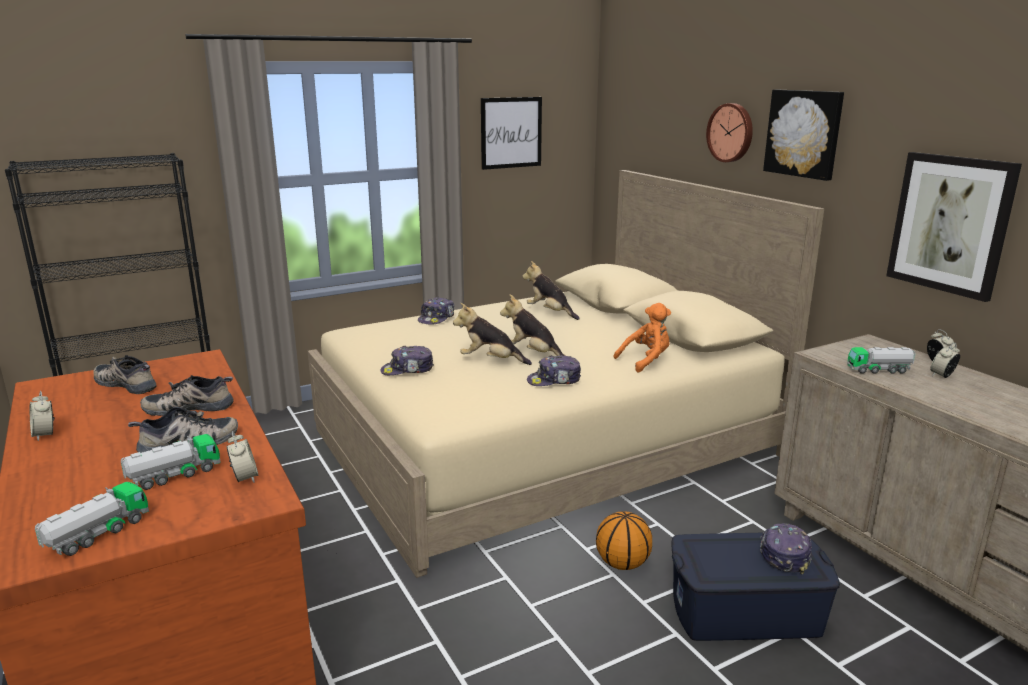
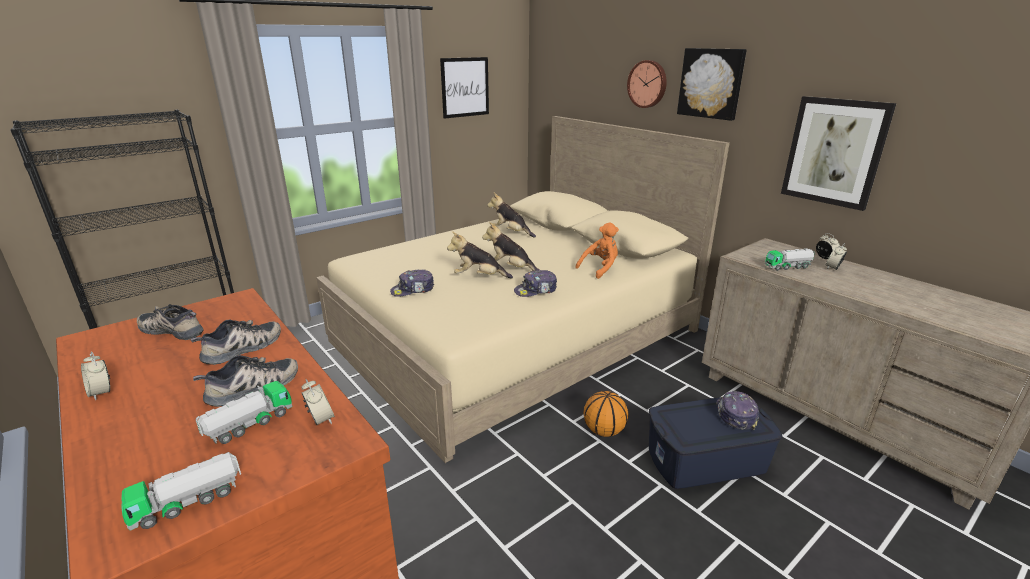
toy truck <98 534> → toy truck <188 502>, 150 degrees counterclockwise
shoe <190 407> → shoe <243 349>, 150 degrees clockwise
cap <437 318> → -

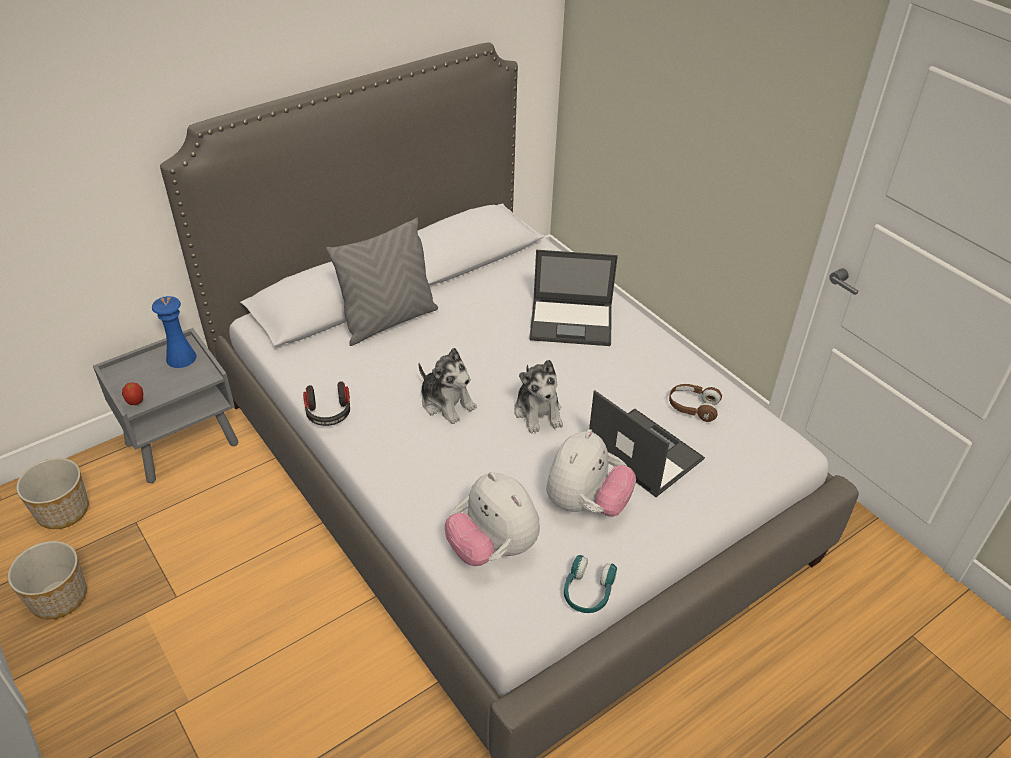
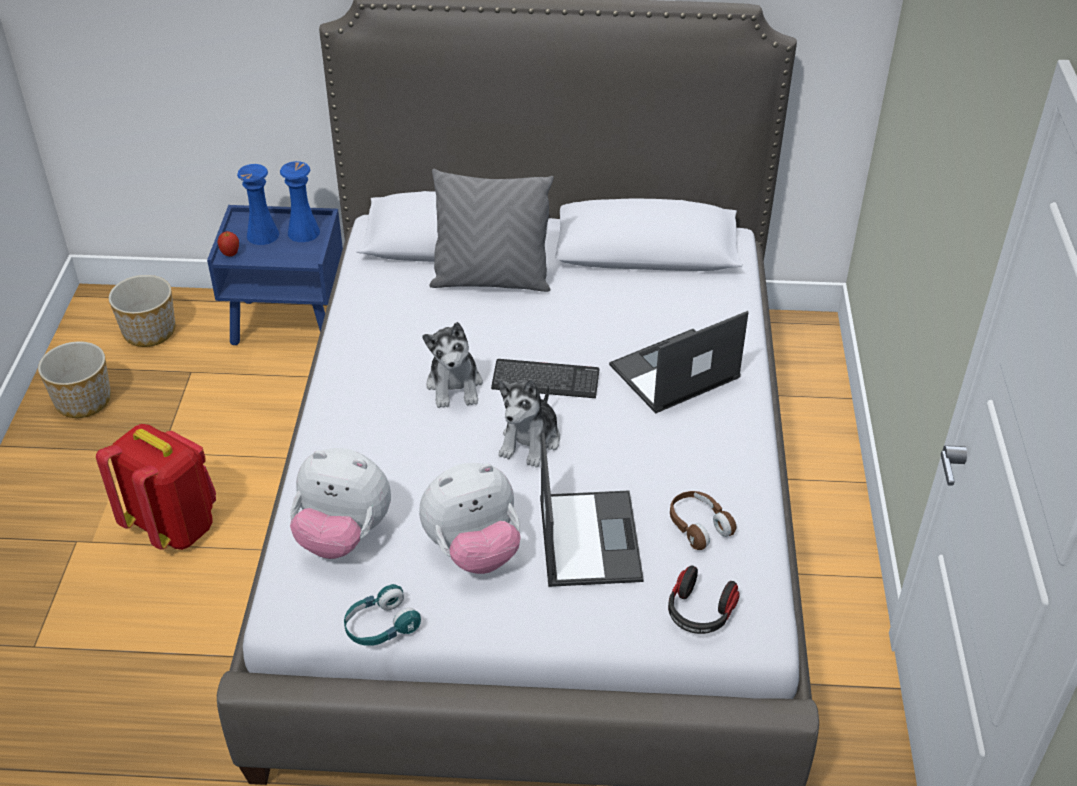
- → red backpack <173 526>
grey nightstand <183 443> → blue nightstand <290 323>
- → blue vase <263 235>
plush toy <492 548> → plush toy <343 535>, 75 degrees counterclockwise
- → keyboard <545 381>
laptop <572 322> → laptop <673 372>, 105 degrees clockwise
headphones <328 413> → headphones <699 613>, move

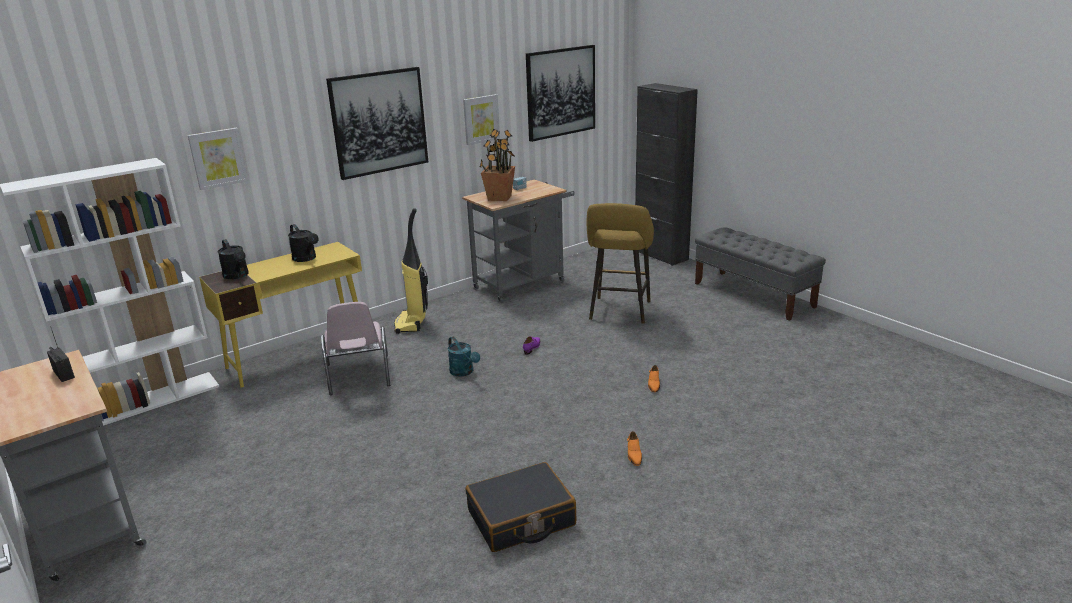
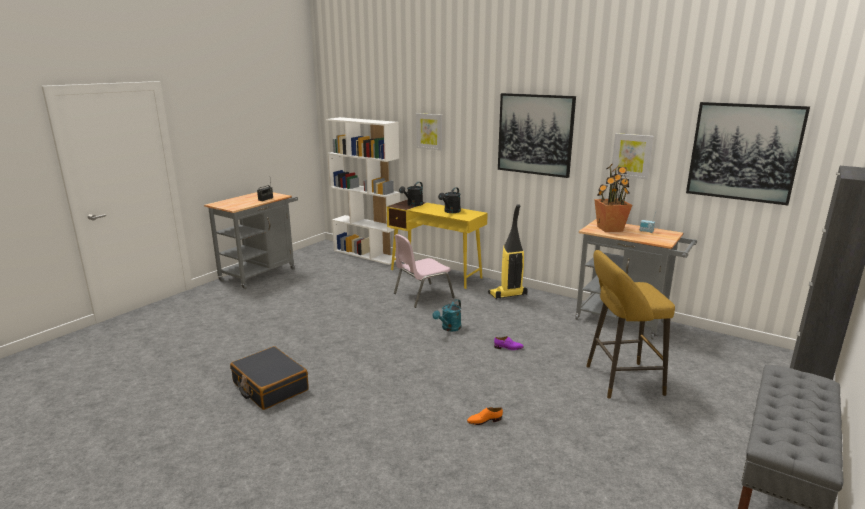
orange shoe <634 455> → -

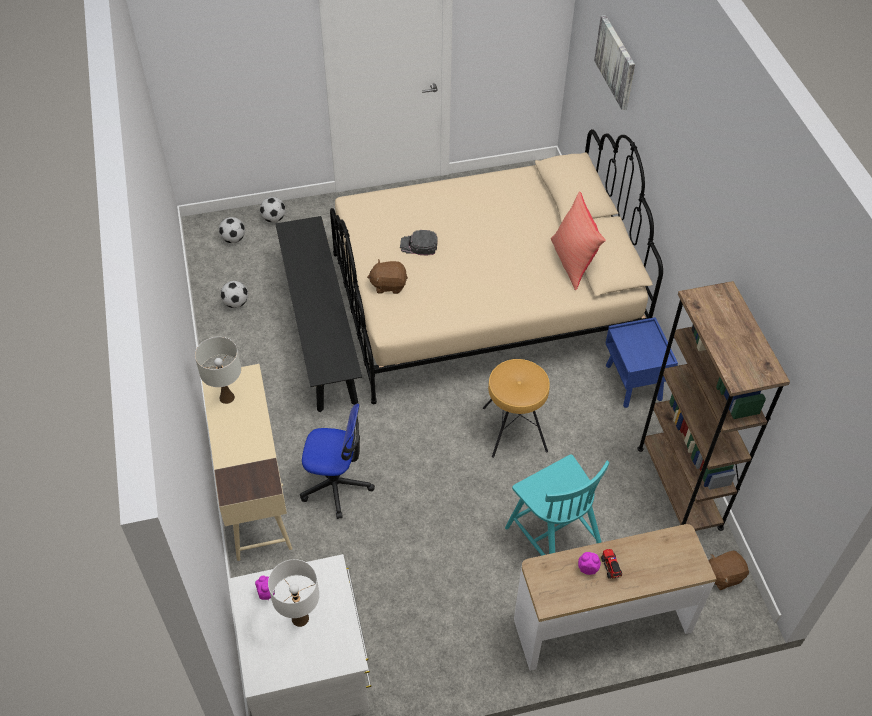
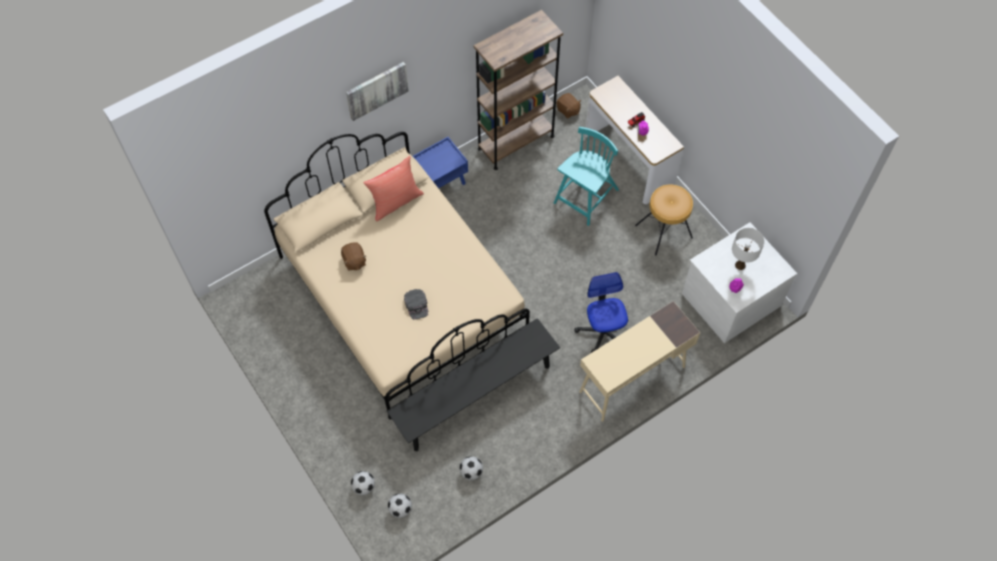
brown plush toy <388 285> → brown plush toy <354 261>, move
picture <616 62> → picture <377 90>, move
brown stool <514 429> → brown stool <664 231>, move
white table lamp <226 397> → -

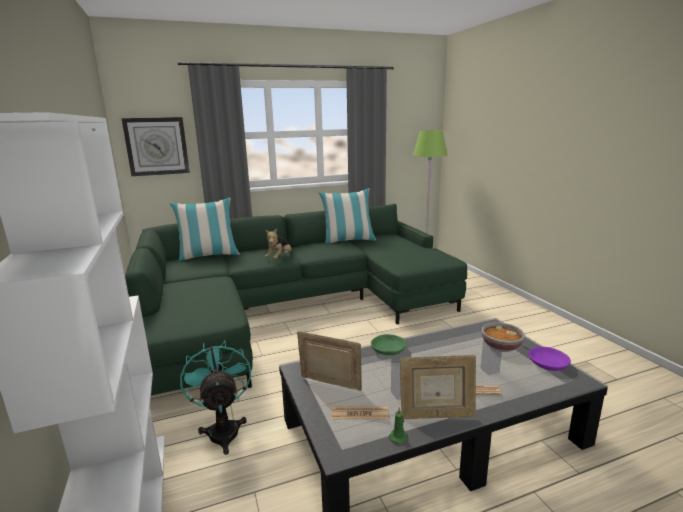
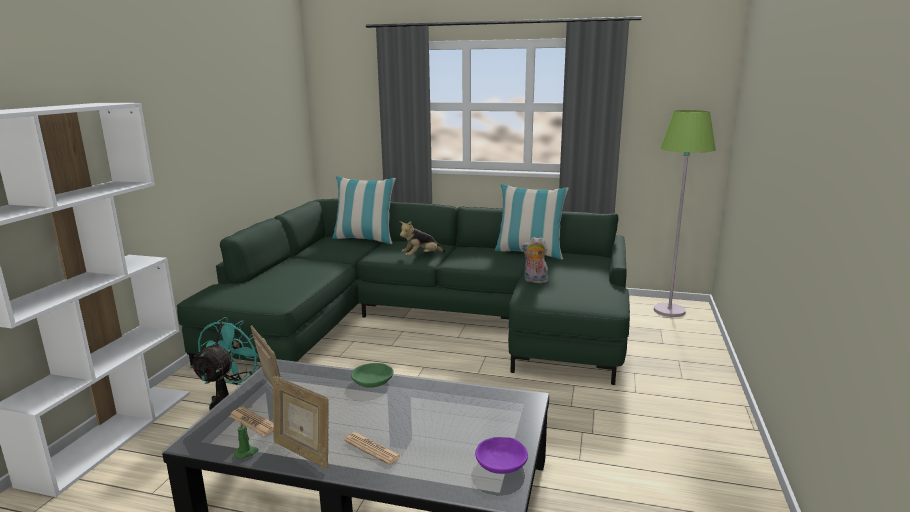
- → plush toy <534 281>
wall clock <157 146> → -
bowl <500 347> → -

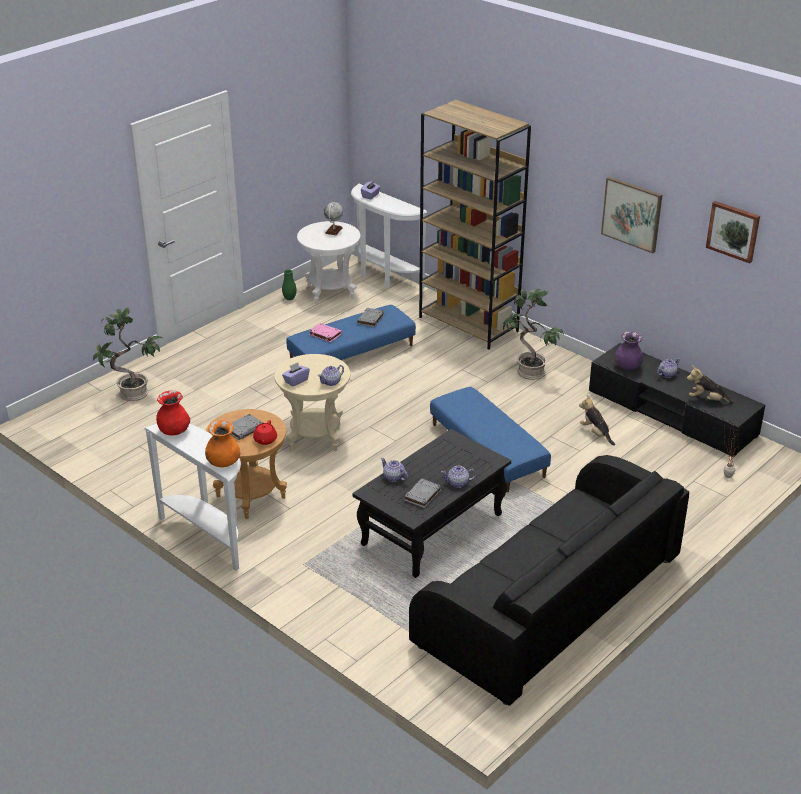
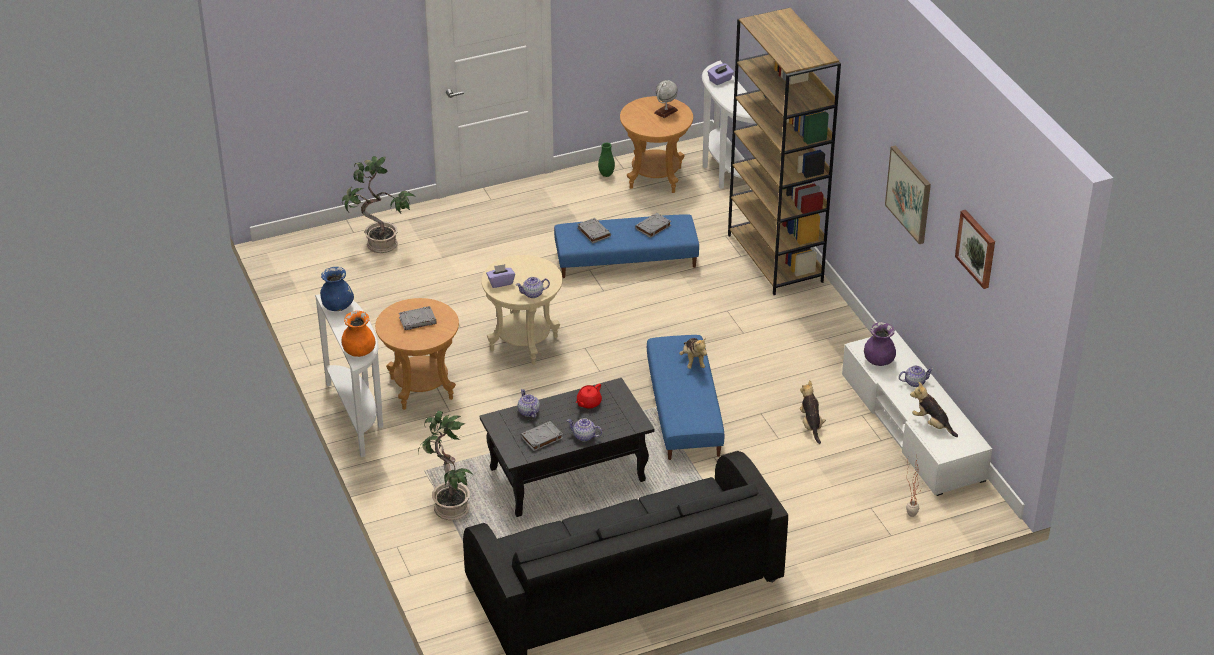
red vase <174 431> → blue vase <337 306>
potted plant <529 372> → potted plant <449 508>, move
red teapot <265 440> → red teapot <588 403>, move
pink book <325 334> → grey book <593 232>
white side table <330 292> → brown side table <655 178>
- → plush toy <693 361>
black tv stand <671 413> → white tv stand <912 427>

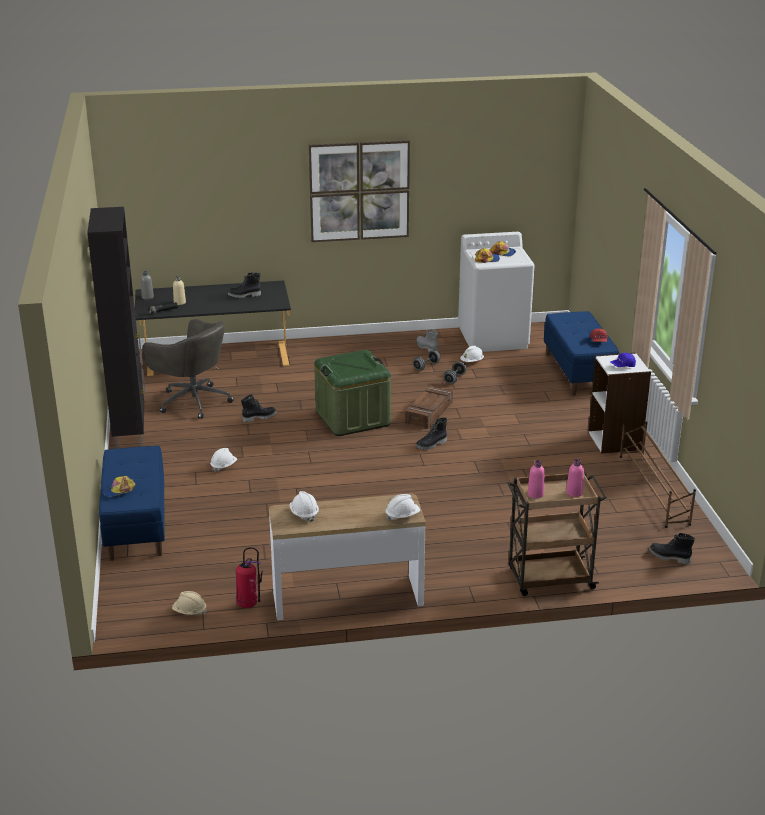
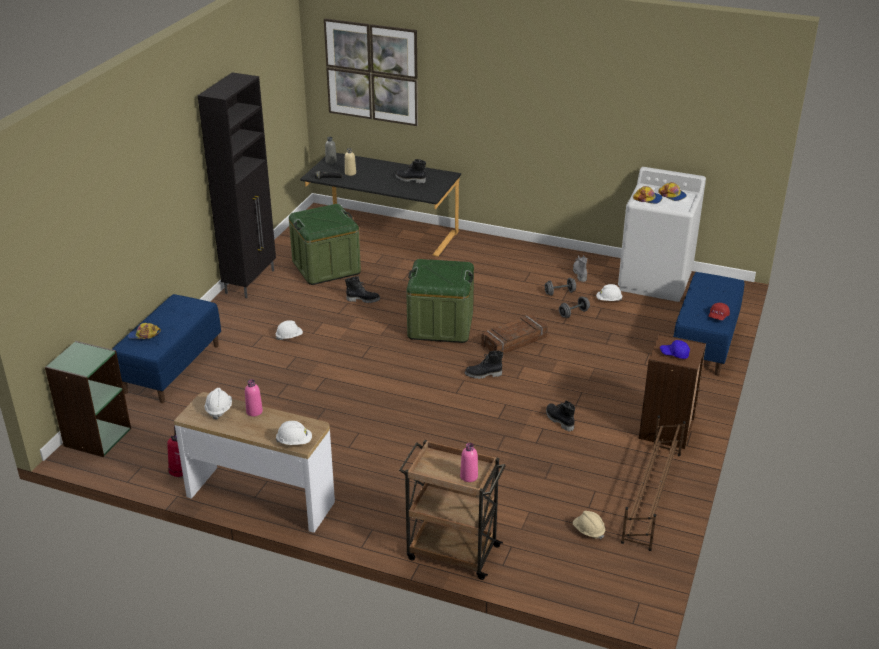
- → green bookcase <97 437>
pink bottle <535 494> → pink bottle <254 411>, move
grey office chair <192 401> → green storage box <326 267>
picture <359 191> → picture <372 72>, move
black boot <669 557> → black boot <559 420>, move
beige hard hat <189 612> → beige hard hat <588 531>, move
white bookcase <615 441> → brown bookcase <667 430>

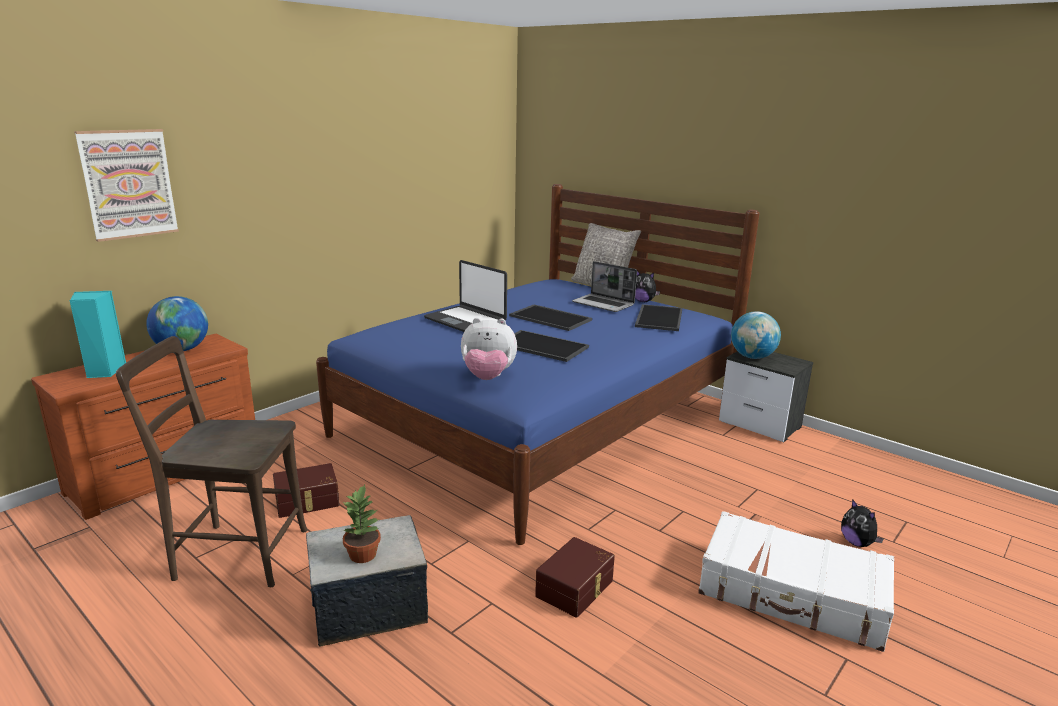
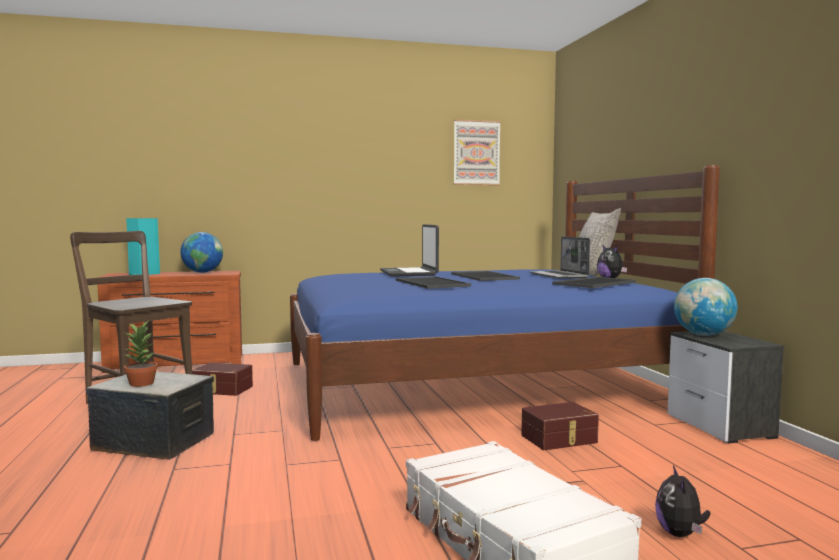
picture <128 184> → picture <476 153>, move
brown storage box <576 589> → brown storage box <560 439>, move
plush toy <488 377> → -

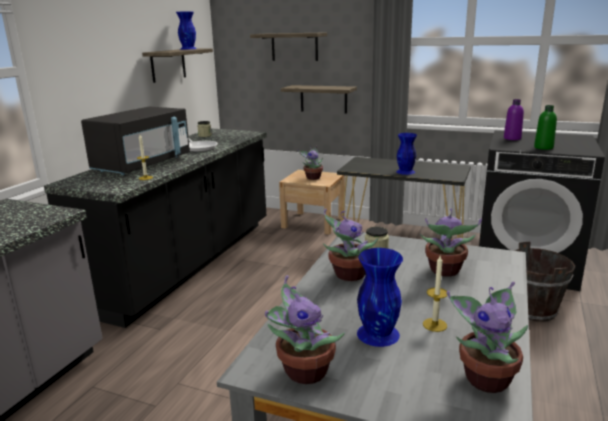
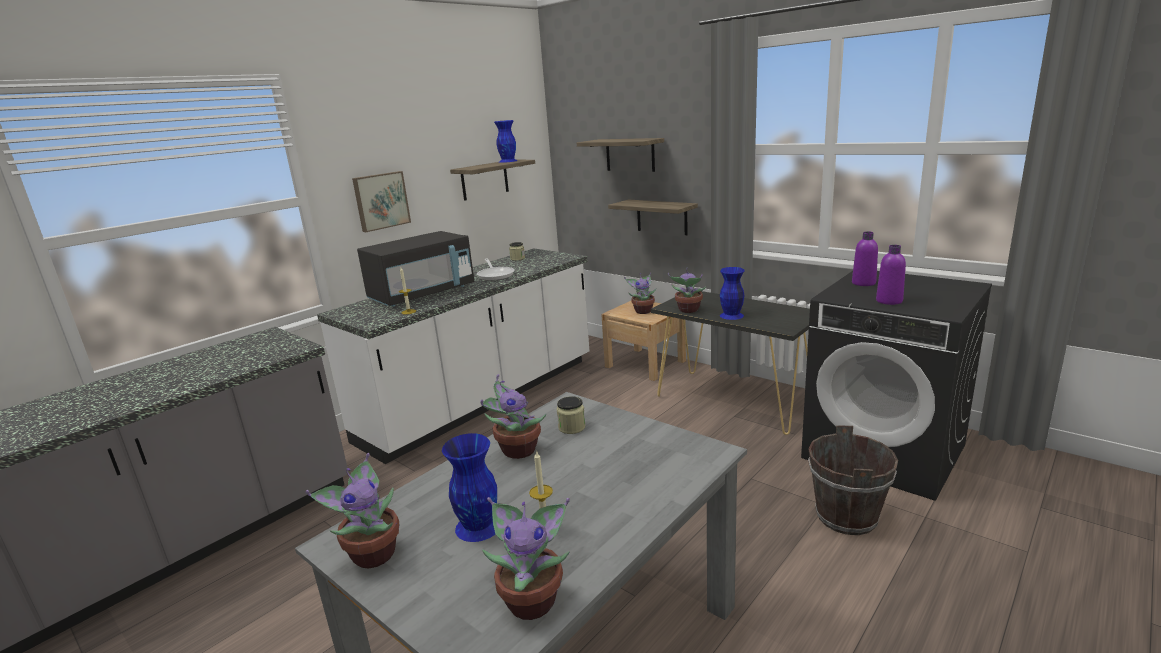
black counter <188 263> → white counter <483 400>
- → picture <381 201>
potted plant <444 271> → potted plant <688 310>, move
green bottle <543 147> → purple bottle <889 301>

